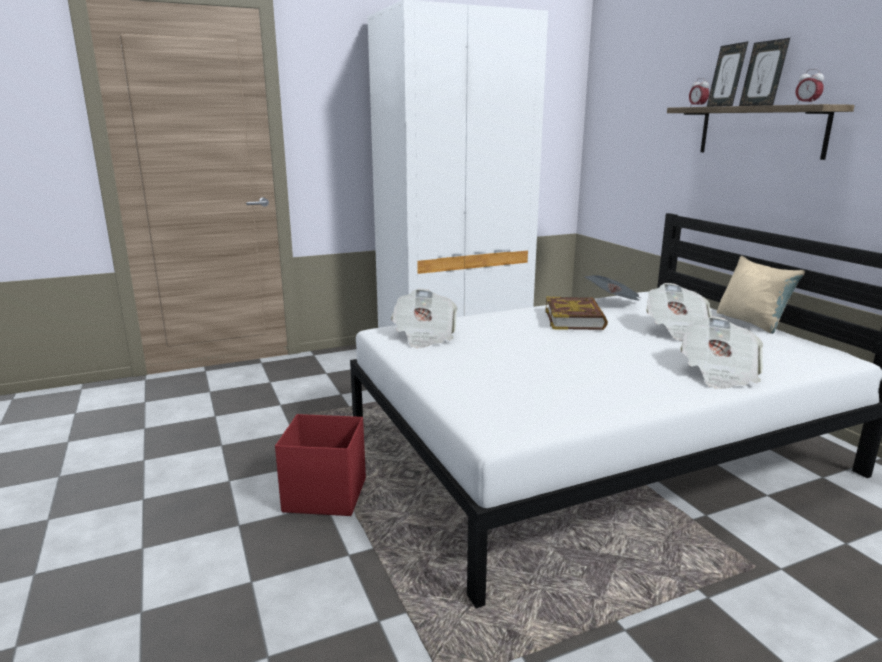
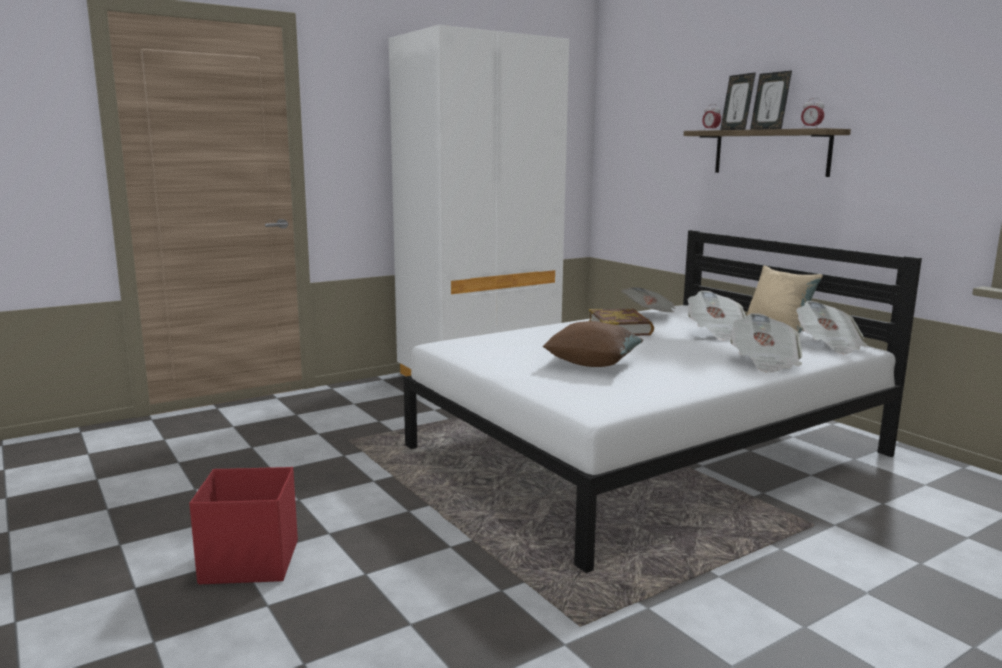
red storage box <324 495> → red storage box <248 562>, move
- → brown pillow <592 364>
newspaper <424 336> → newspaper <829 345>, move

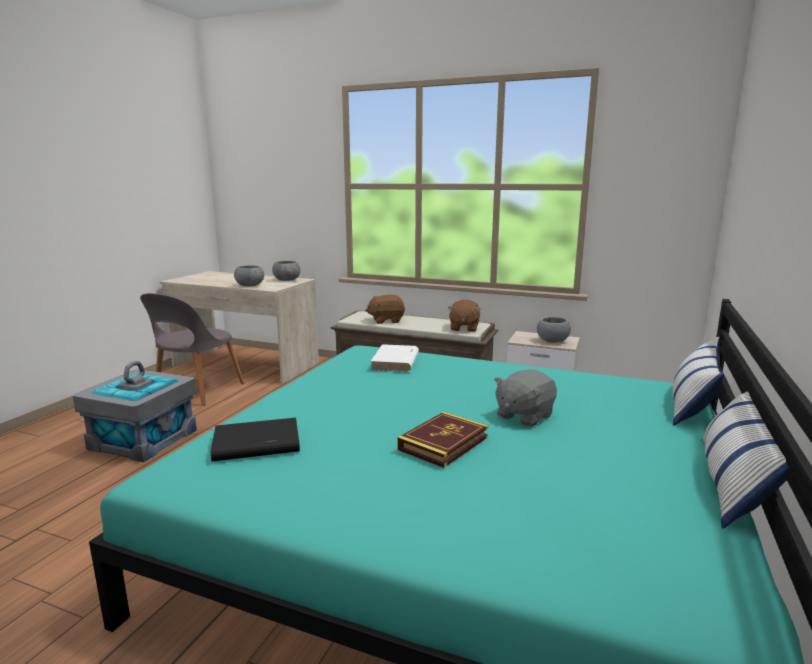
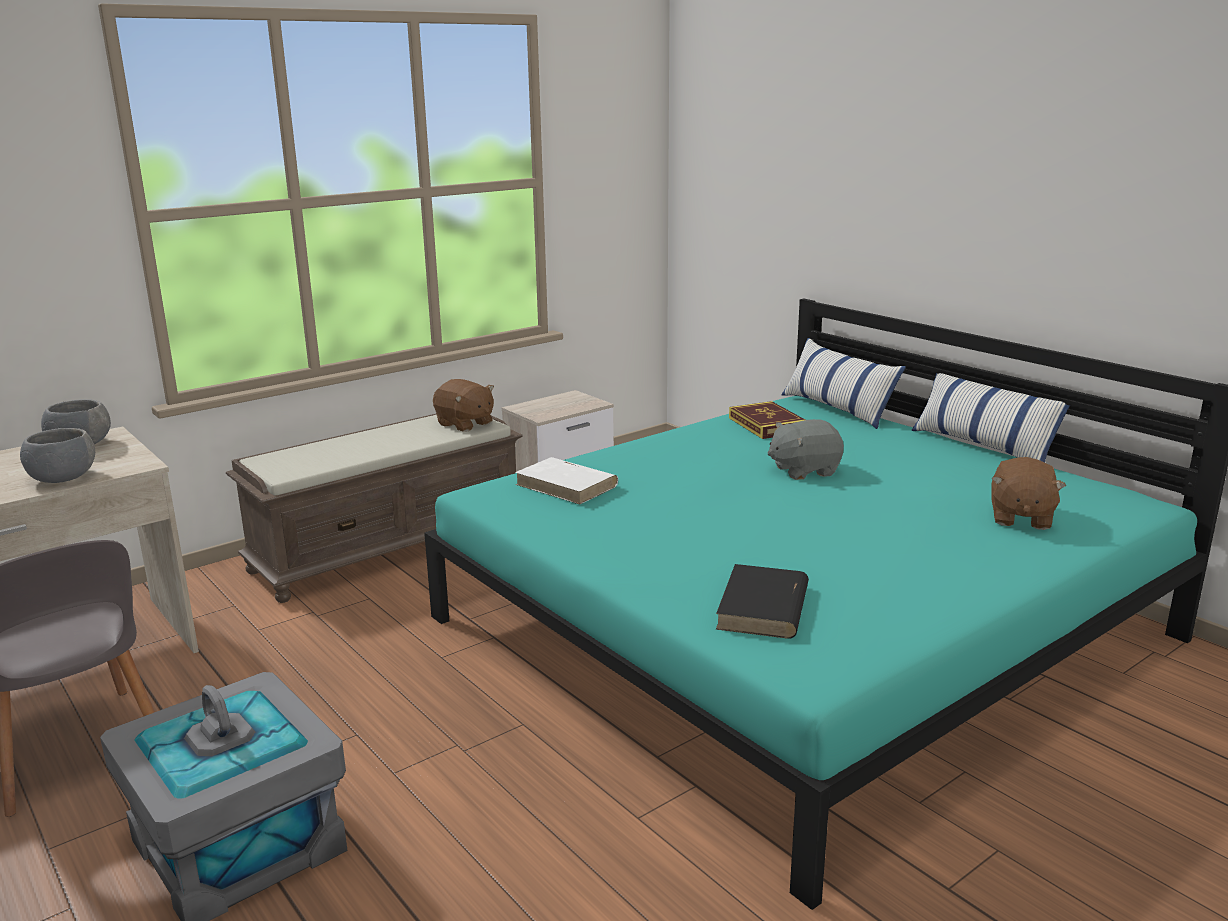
book <443 443> → book <767 425>, move
grey plush toy <523 416> → grey plush toy <804 470>, 90 degrees clockwise
brown plush toy <386 321> → brown plush toy <1020 518>, move
grey bowl <552 341> → -

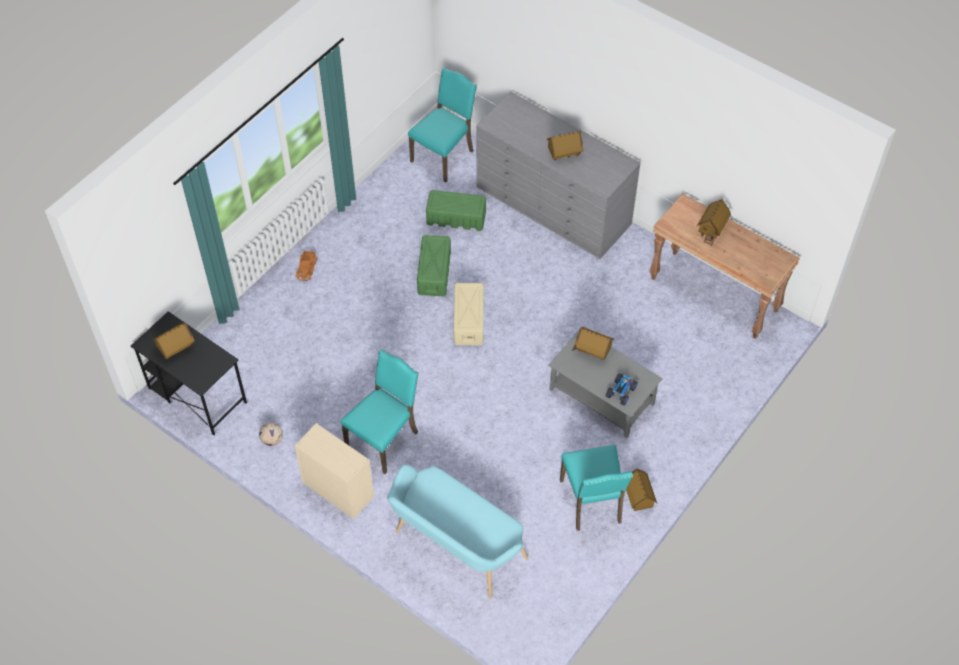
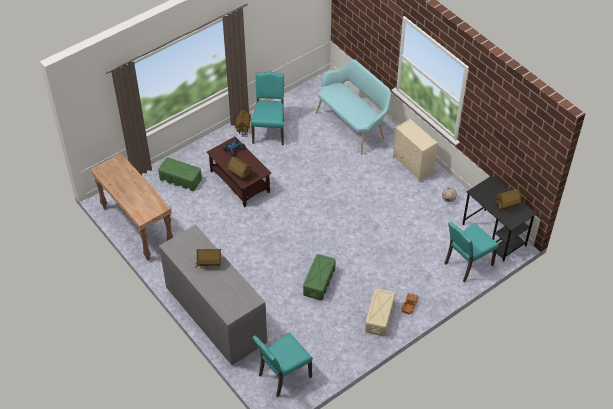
green storage box <456 218> → green storage box <180 179>, move
grey coffee table <600 396> → brown coffee table <240 182>
beige storage box <468 320> → beige storage box <379 317>, move
turquoise chair <384 439> → turquoise chair <467 264>, move
toy house <711 229> → -

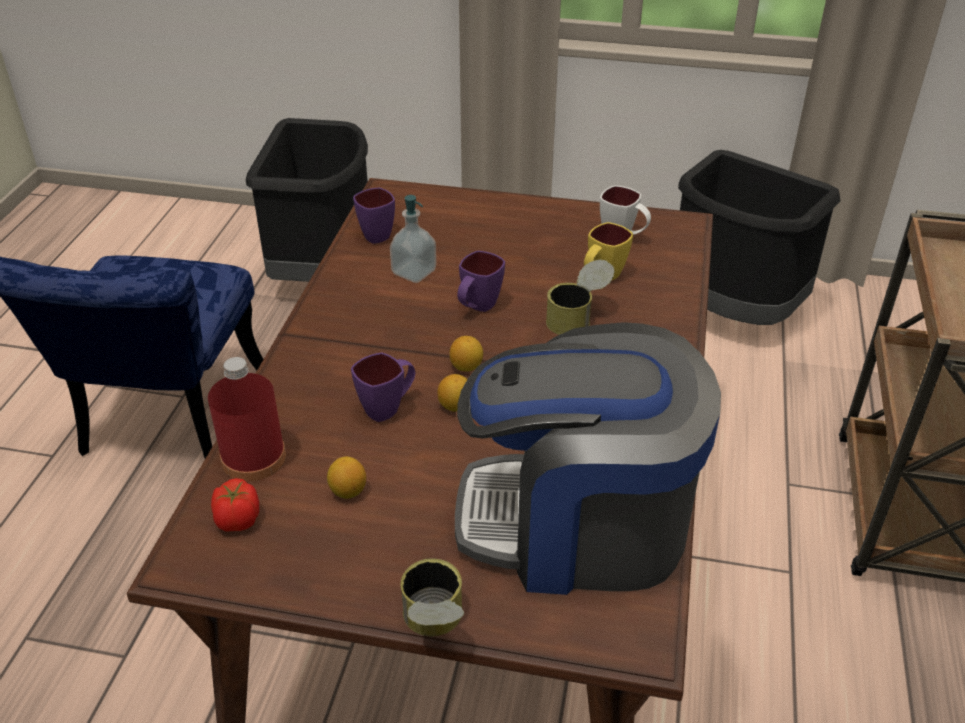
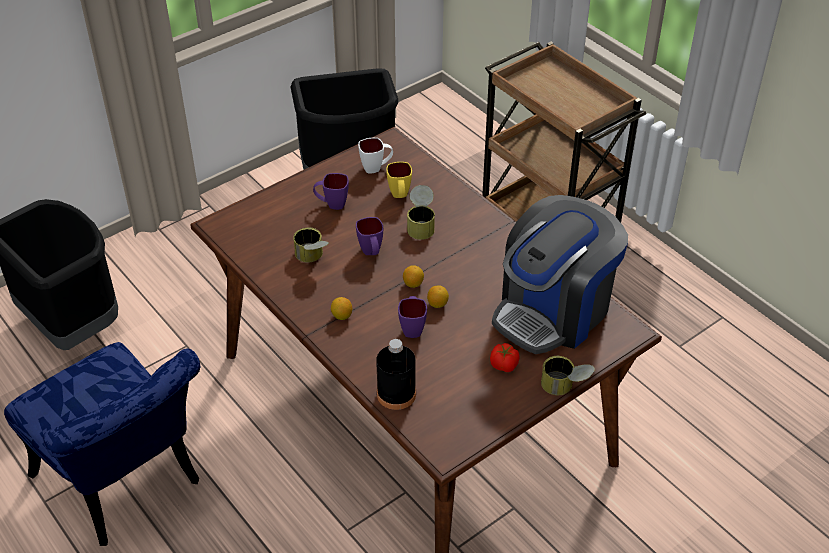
soap dispenser <414 272> → can <312 258>
purple mug <373 233> → purple mug <331 204>, move
lemon <348 491> → lemon <342 316>, move
red bottle <253 458> → black bottle <396 394>
tomato <237 520> → tomato <504 366>, move

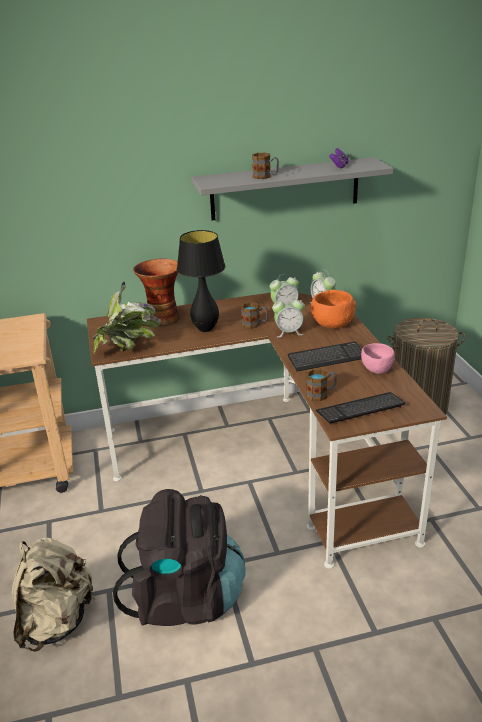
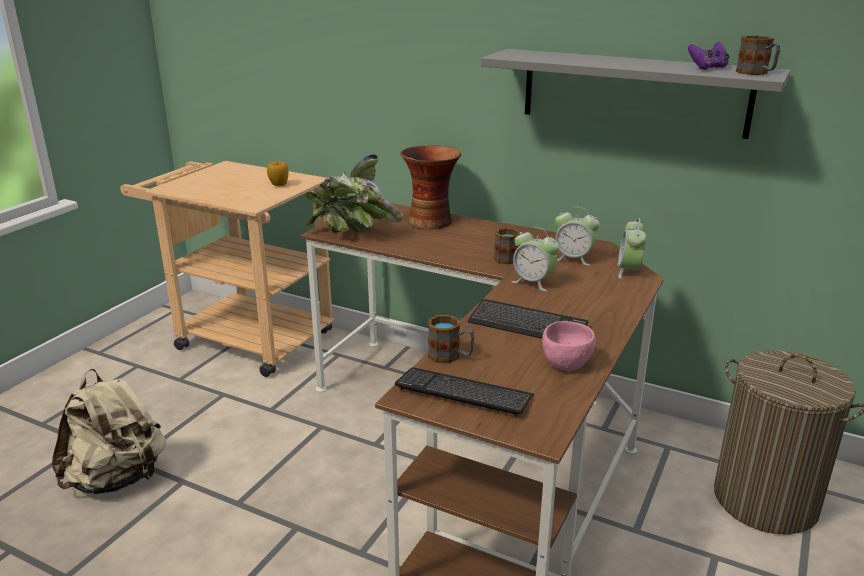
- → apple <279 185>
mug <265 176> → mug <756 73>, move
black backpack <186 597> → -
black table lamp <205 329> → -
orange bowl <331 323> → -

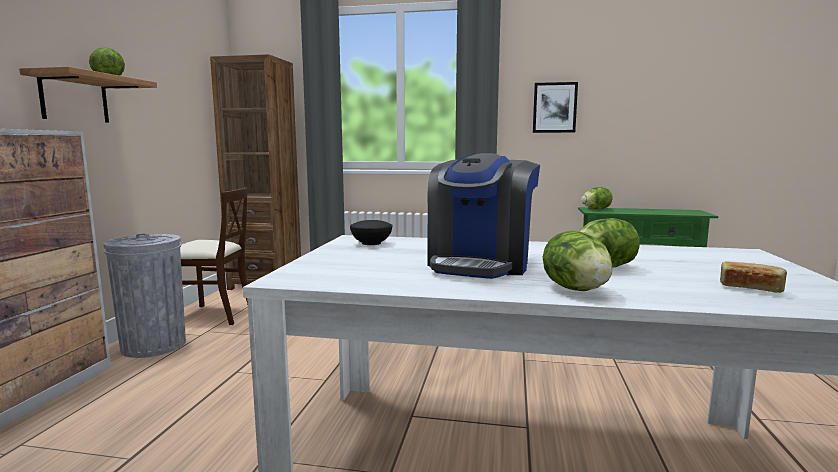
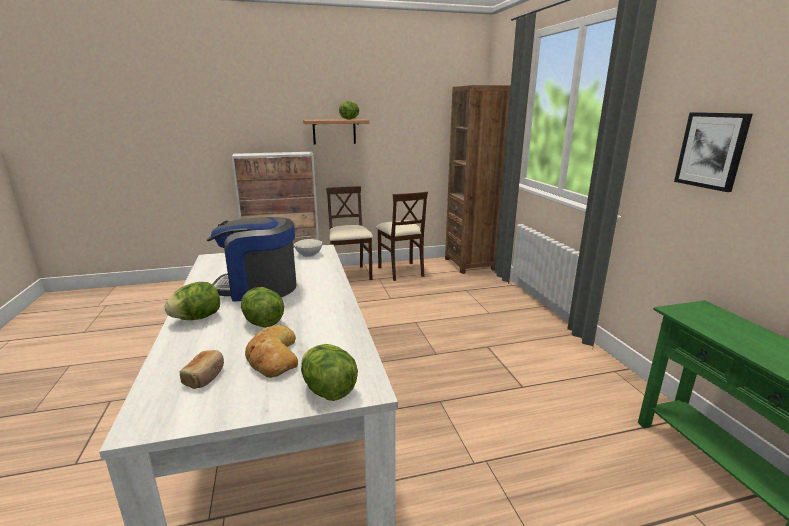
- → bread <272 357>
black bowl <372 243> → white bowl <308 255>
lettuce <596 209> → lettuce <328 390>, move
grey trash can <153 345> → beige chair <350 274>

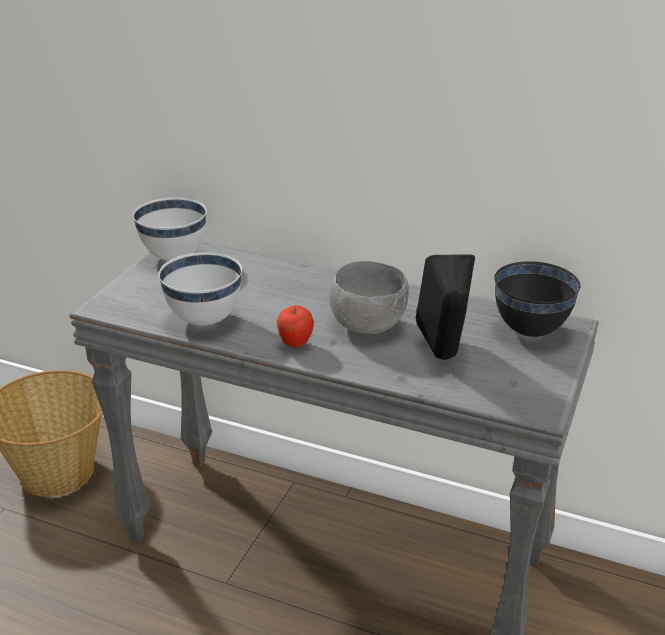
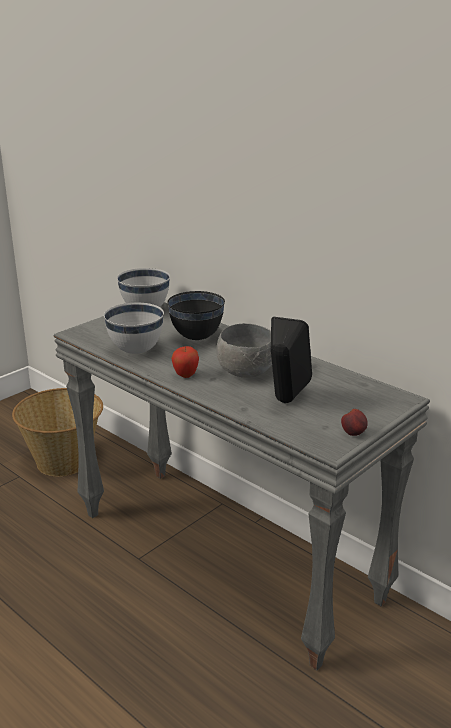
black bowl <529 331> → black bowl <196 337>, move
- → apple <354 433>

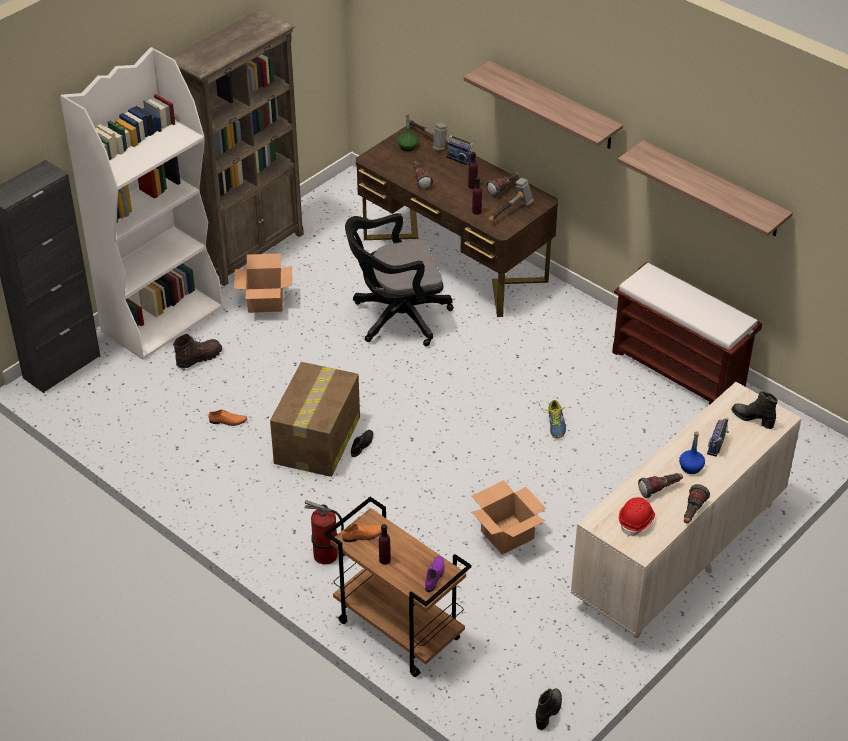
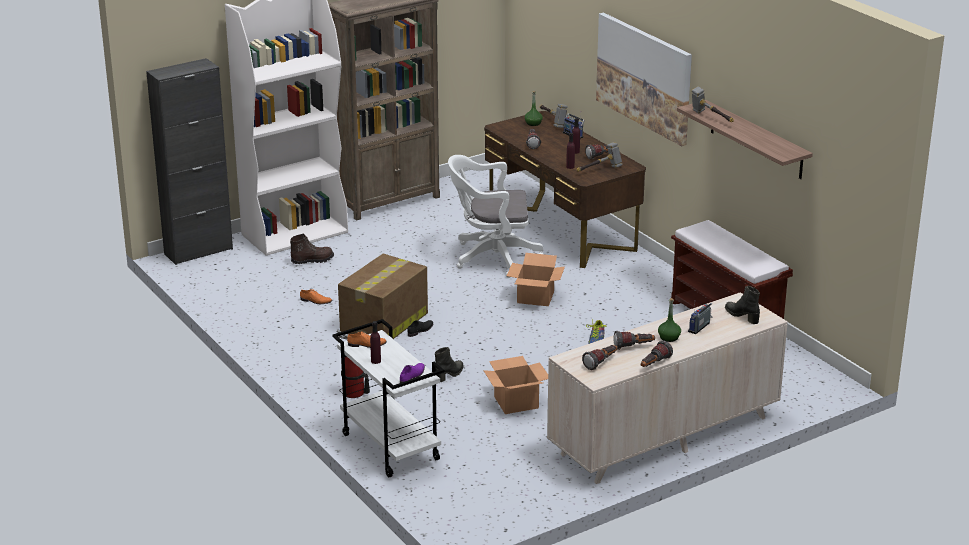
brown cart <397 630> → white cart <389 447>
black boot <549 712> → black boot <449 375>, move
black office chair <396 318> → white office chair <491 257>
cardboard box <266 301> → cardboard box <536 297>, move
red hard hat <636 521> → flashlight <601 363>
shelf <553 106> → picture <644 77>
blue bottle <691 467> → green bottle <669 337>
- → hammer <711 118>

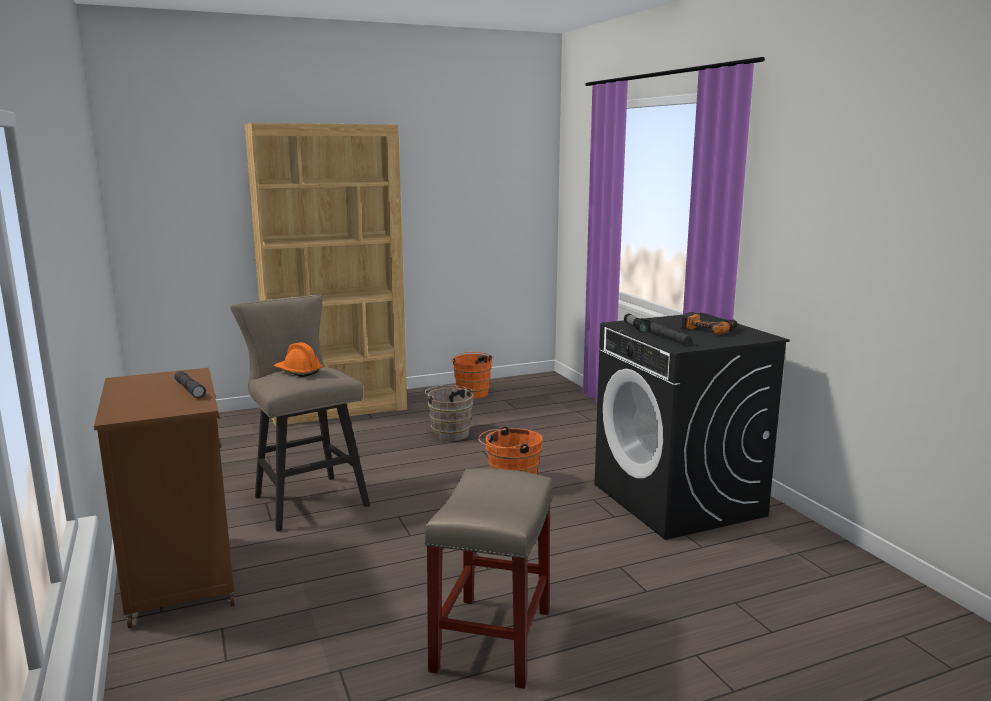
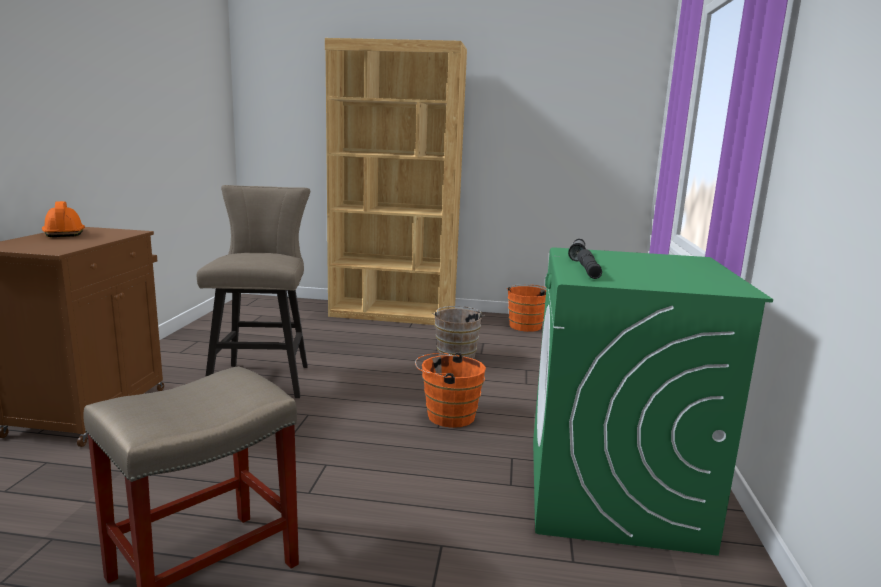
orange hard hat <298 371> → orange hard hat <64 233>, move
black washing machine <679 500> → green washing machine <613 492>
grey flashlight <189 390> → -
power drill <708 329> → -

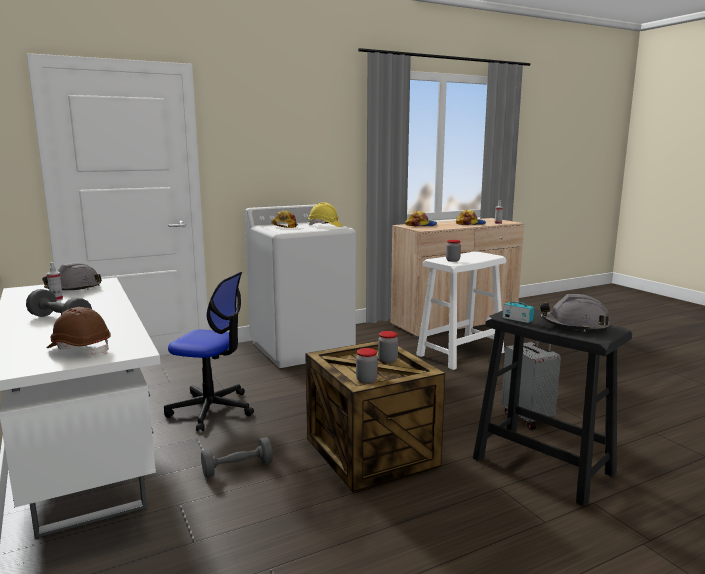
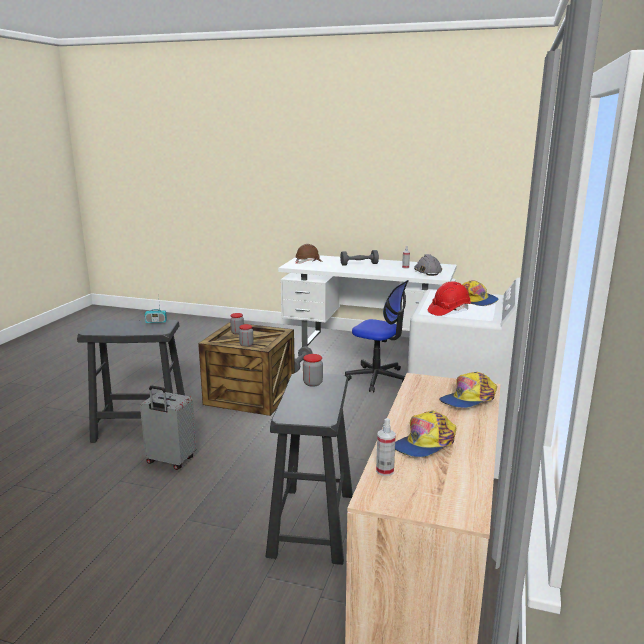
white stool <460 354> → black stool <312 523>
office chair <211 410> → office chair <377 378>, 120 degrees counterclockwise
yellow hard hat <325 226> → red hard hat <448 311>
grey hard hat <574 325> → -

